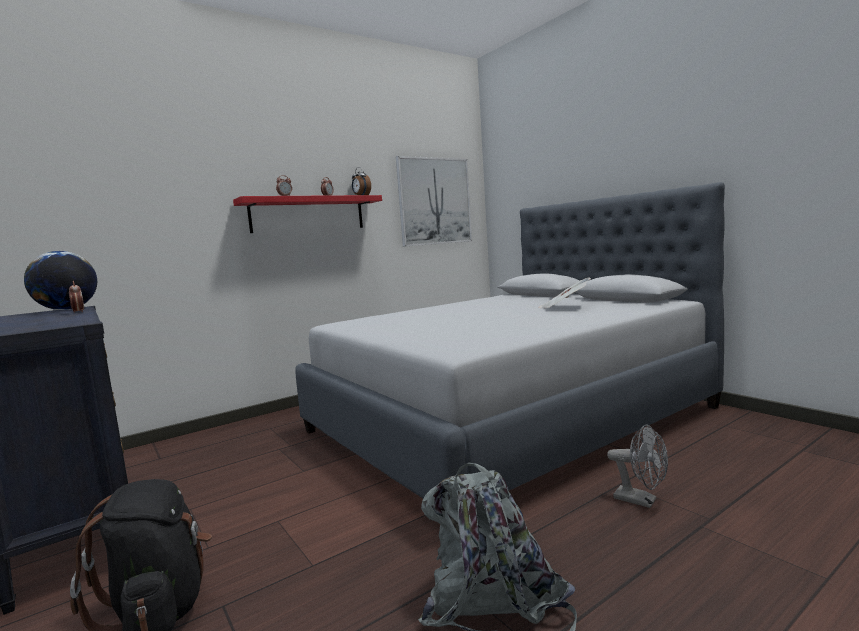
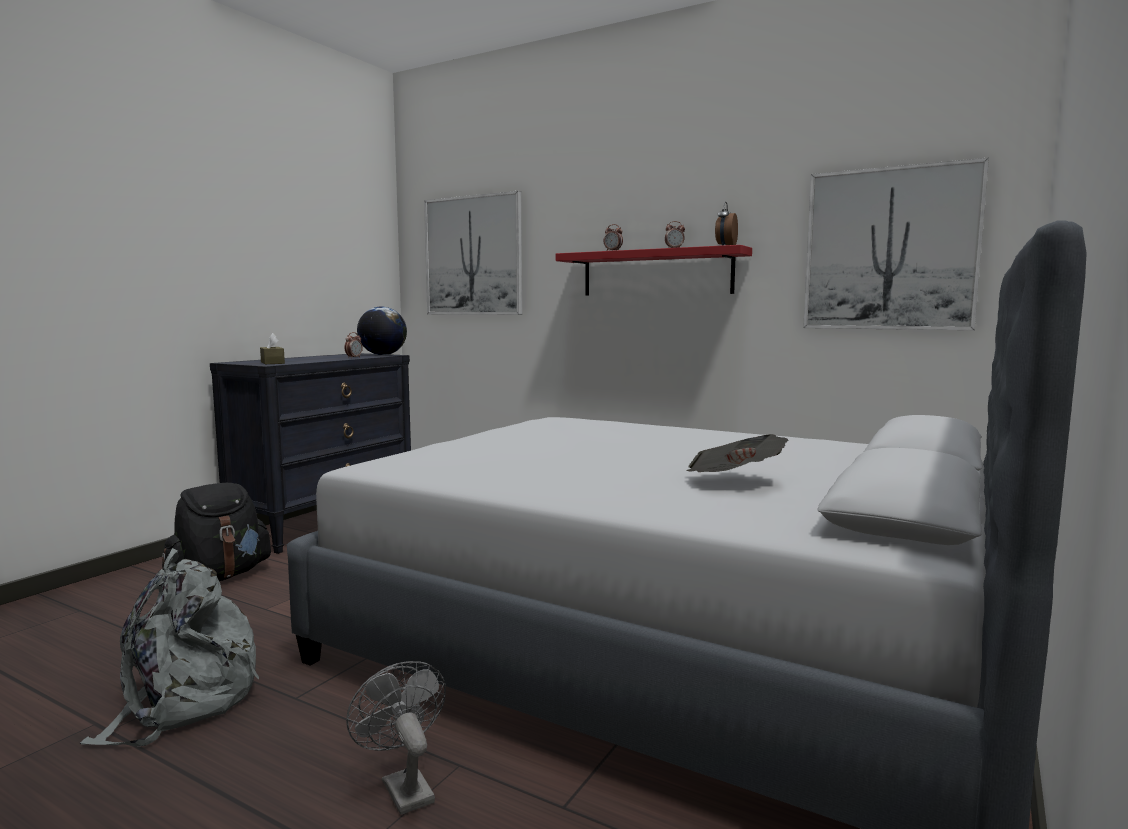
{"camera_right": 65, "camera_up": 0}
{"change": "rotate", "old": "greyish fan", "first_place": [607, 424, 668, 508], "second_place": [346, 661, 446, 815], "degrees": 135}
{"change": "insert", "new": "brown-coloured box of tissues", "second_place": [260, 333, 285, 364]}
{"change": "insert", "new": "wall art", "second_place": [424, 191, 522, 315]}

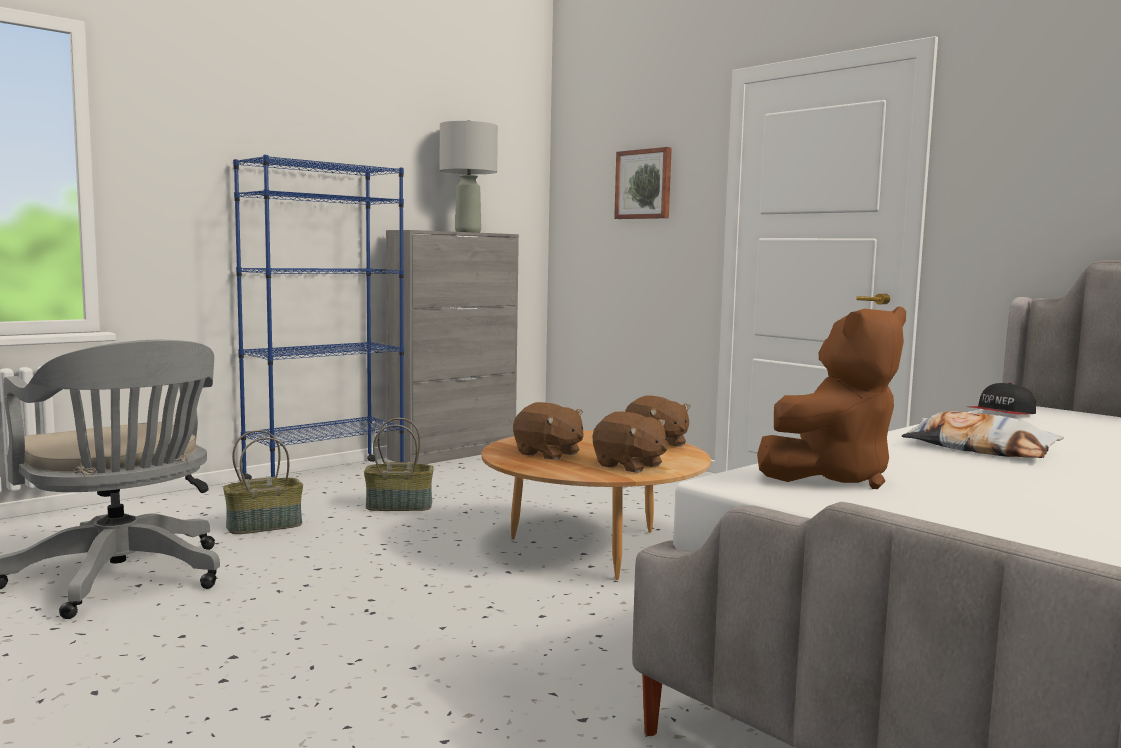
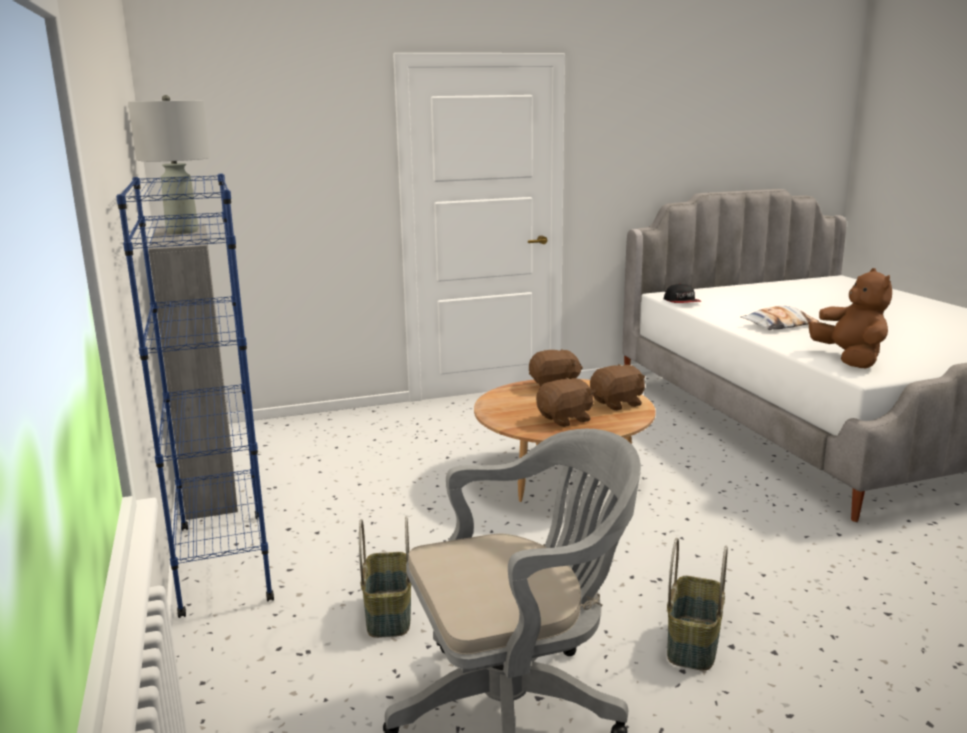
{"camera_right": -65, "camera_up": 10}
{"change": "move", "old": "household basket", "first_place": [364, 418, 434, 511], "second_place": [667, 538, 728, 671]}
{"change": "delete", "old": "wall art", "first_place": [614, 147, 672, 219]}

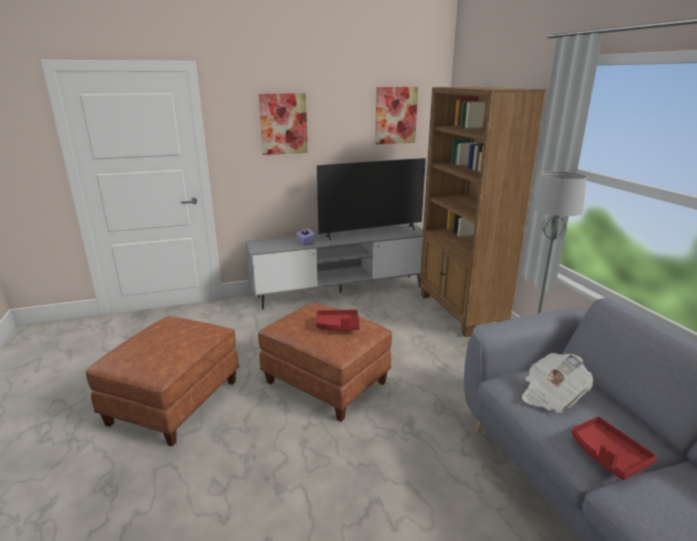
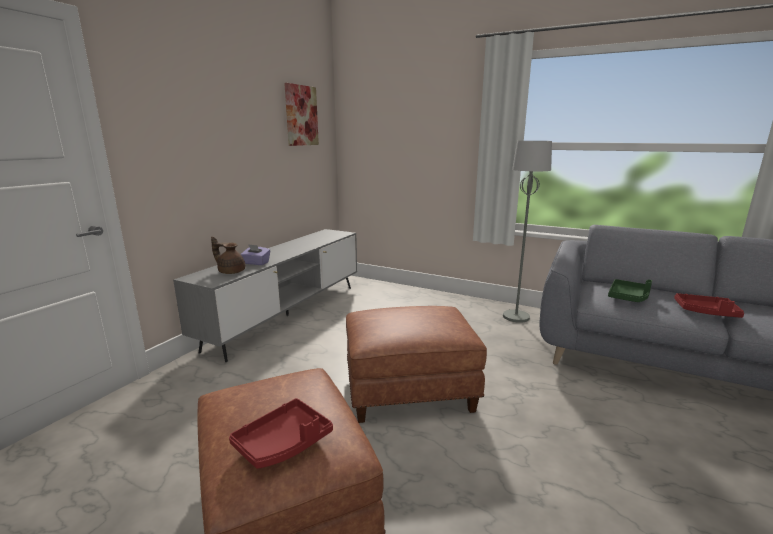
{"camera_right": -45, "camera_up": -5}
{"change": "delete", "old": "wall art", "first_place": [259, 93, 308, 155]}
{"change": "move", "old": "red serving tray", "first_place": [316, 310, 360, 331], "second_place": [229, 398, 333, 469]}
{"change": "delete", "old": "TV set", "first_place": [317, 158, 426, 241]}
{"change": "delete", "old": "brown-coloured bookcase", "first_place": [419, 87, 546, 337]}
{"change": "replace", "old": "printed paper", "new": "greenish serving tray", "first_place": [522, 353, 593, 413], "second_place": [608, 279, 652, 302]}
{"change": "insert", "new": "brown-coloured tea pot", "second_place": [211, 236, 245, 274]}

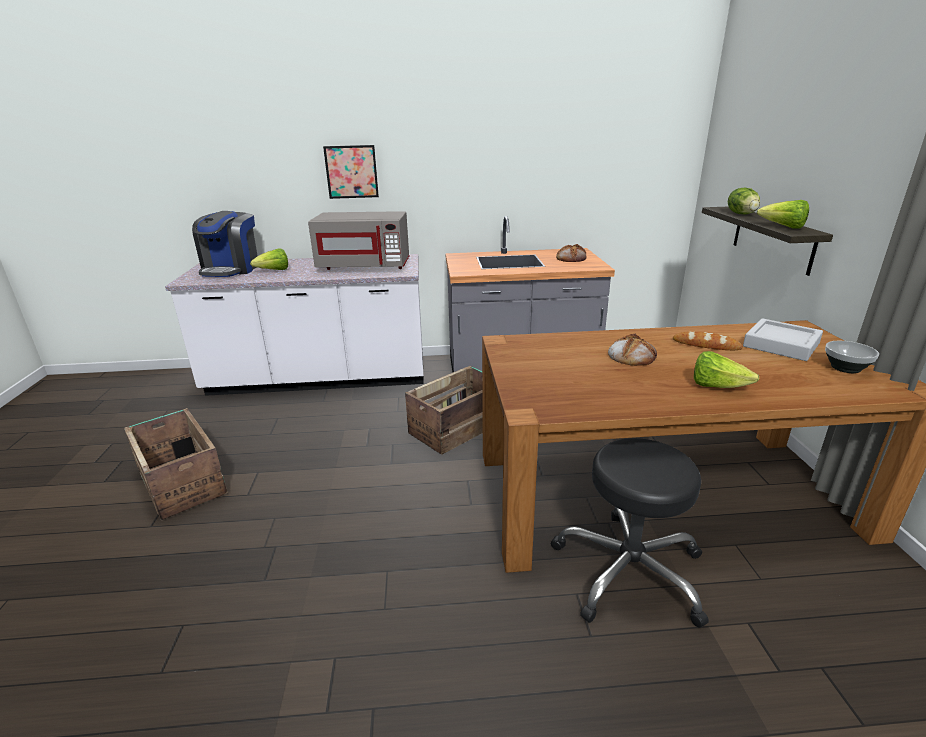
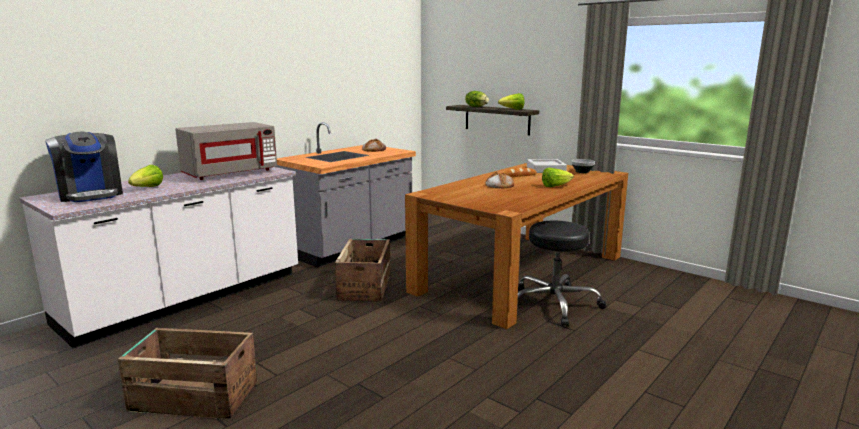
{"camera_right": -45, "camera_up": -10}
{"change": "delete", "old": "wall art", "first_place": [323, 145, 379, 199]}

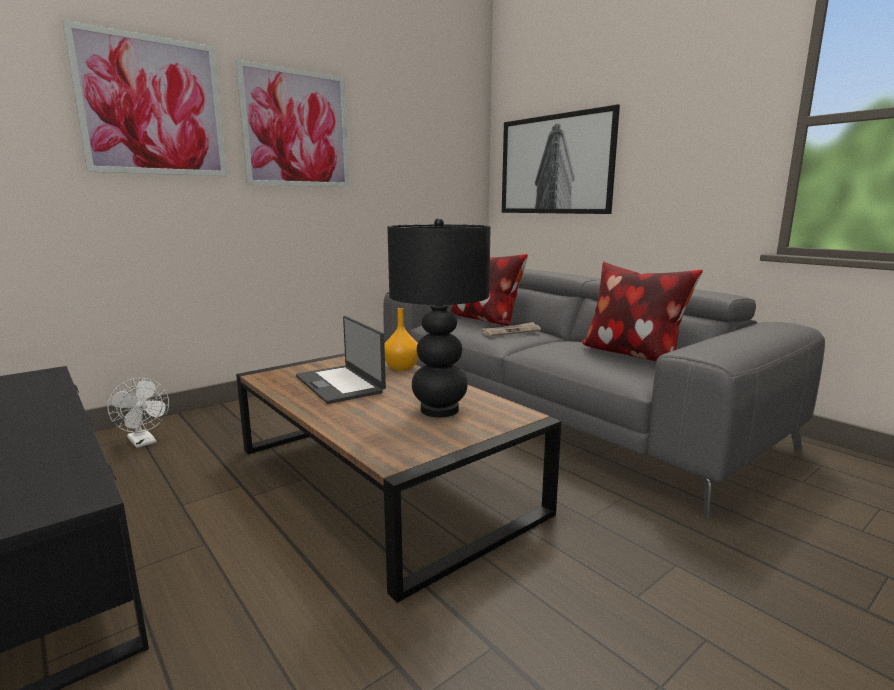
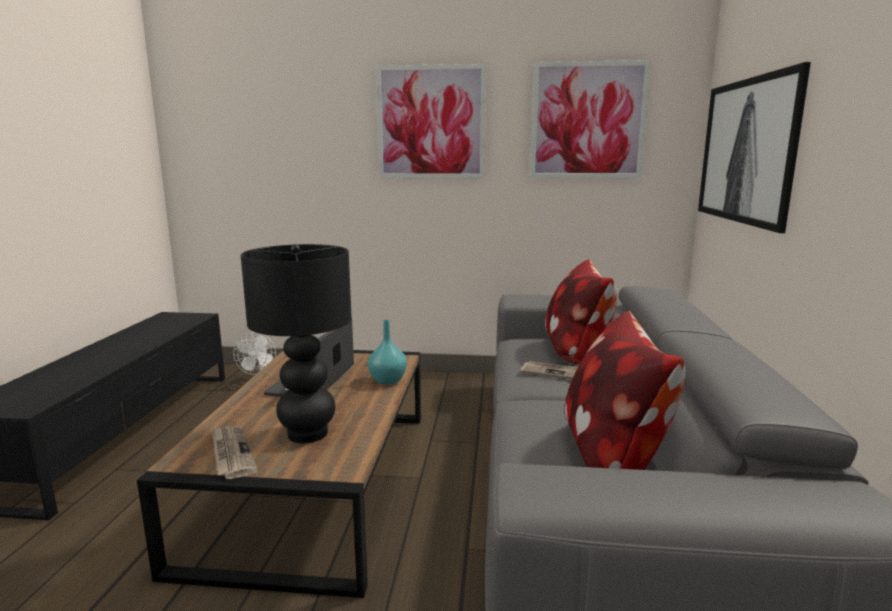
{"camera_right": 45, "camera_up": 0}
{"change": "move", "old": "wall art", "first_place": [63, 20, 227, 176], "second_place": [530, 60, 651, 178]}
{"change": "recolor", "old": "orange-coloured decorative vase", "new": "turquoise-coloured decorative vase", "first_place": [384, 308, 419, 371], "second_place": [368, 320, 407, 385]}
{"change": "insert", "new": "printed paper", "second_place": [211, 426, 258, 479]}

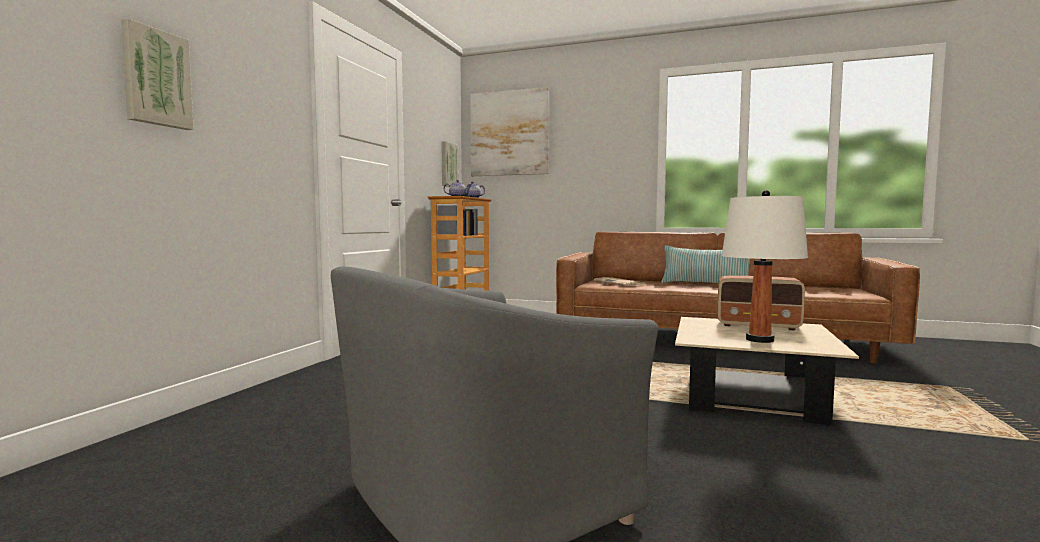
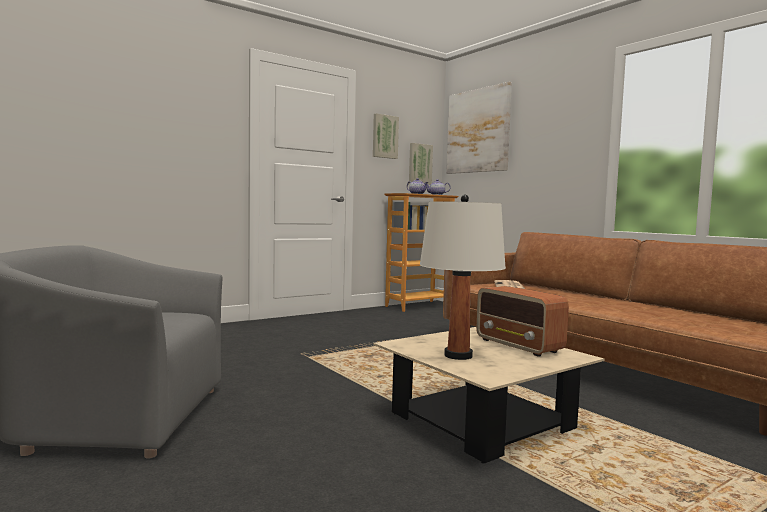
{"camera_right": 35, "camera_up": 0}
{"change": "move", "old": "wall art", "first_place": [121, 18, 194, 130], "second_place": [373, 113, 399, 159]}
{"change": "delete", "old": "pillow", "first_place": [661, 245, 750, 283]}

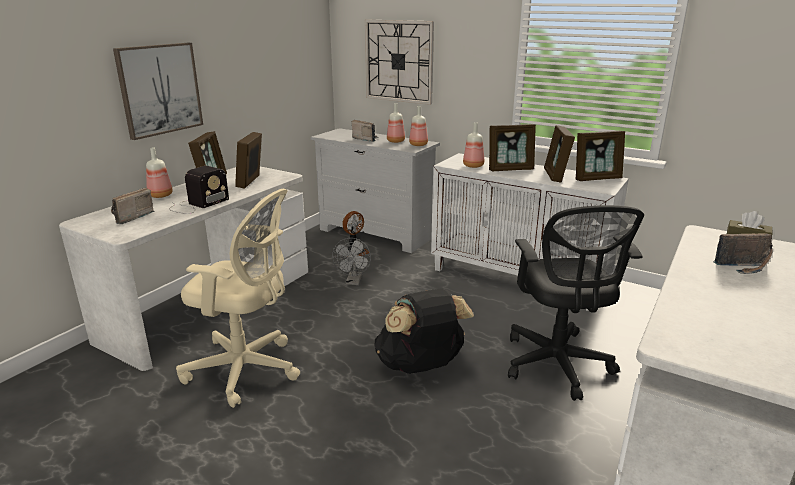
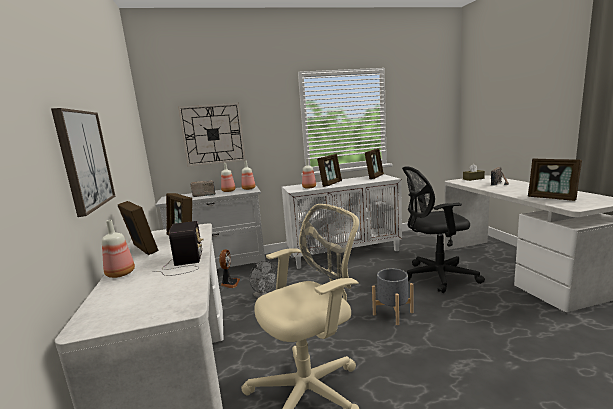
{"camera_right": -45, "camera_up": -10}
{"change": "delete", "old": "radio receiver", "first_place": [111, 188, 155, 224]}
{"change": "replace", "old": "blackish rucksack", "new": "greyish flower pot", "first_place": [375, 288, 474, 374], "second_place": [372, 268, 413, 325]}
{"change": "rotate", "old": "blackish office chair", "first_place": [508, 205, 644, 401], "second_place": [402, 166, 485, 293], "degrees": 135}
{"change": "move", "old": "photo frame", "first_place": [544, 125, 575, 182], "second_place": [528, 159, 582, 201]}

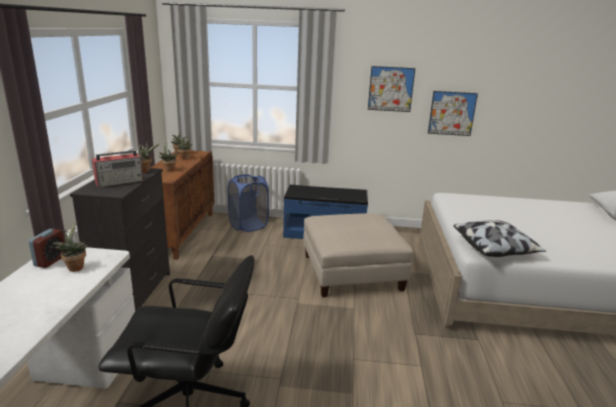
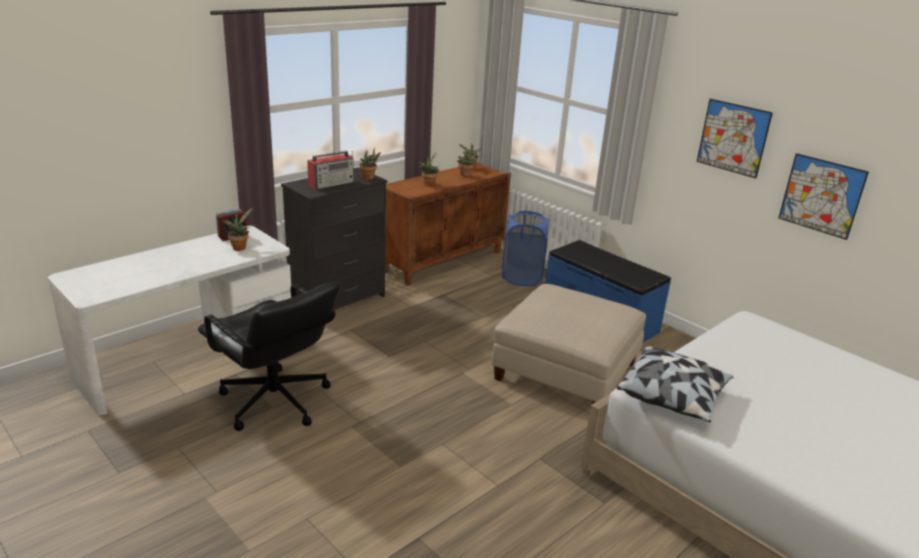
{"camera_right": 40, "camera_up": 5}
{"change": "rotate", "old": "radio receiver", "first_place": [92, 150, 144, 188], "second_place": [307, 151, 354, 189], "degrees": -45}

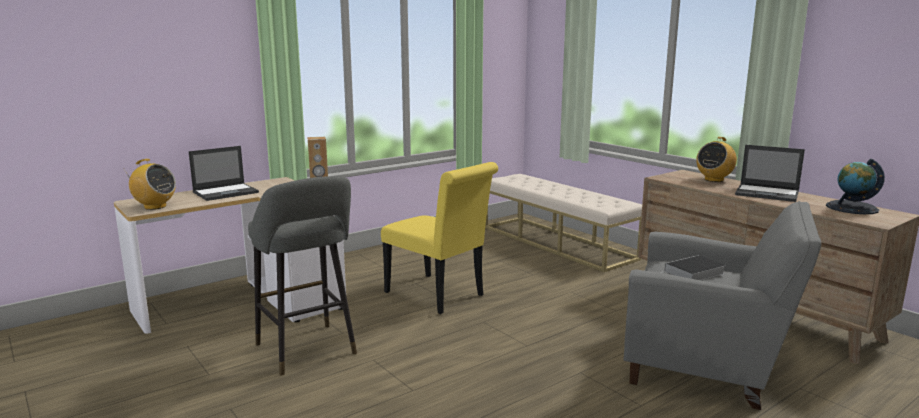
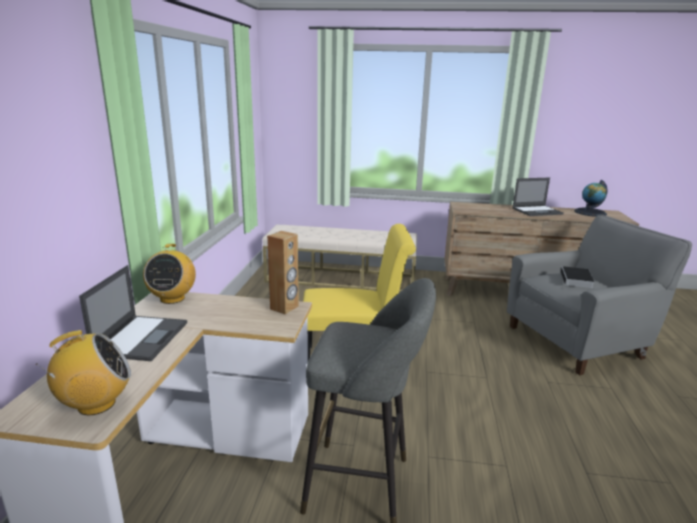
{"camera_right": -45, "camera_up": 5}
{"change": "move", "old": "radio receiver", "first_place": [696, 137, 737, 182], "second_place": [143, 244, 196, 304]}

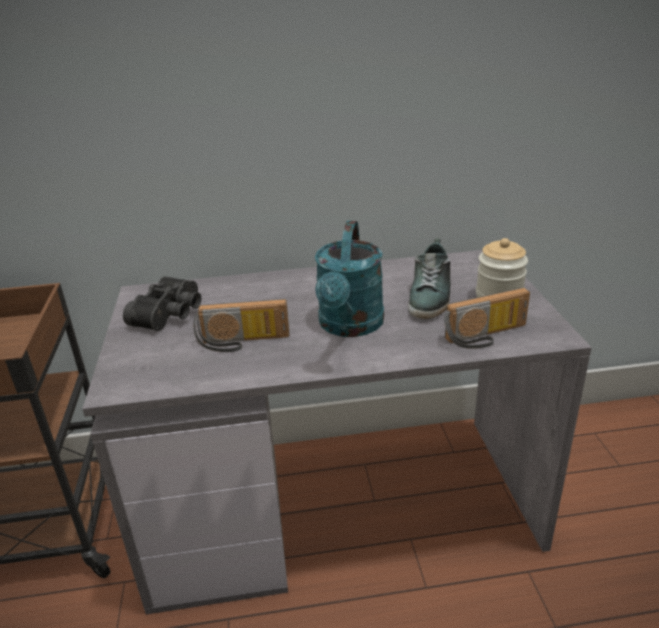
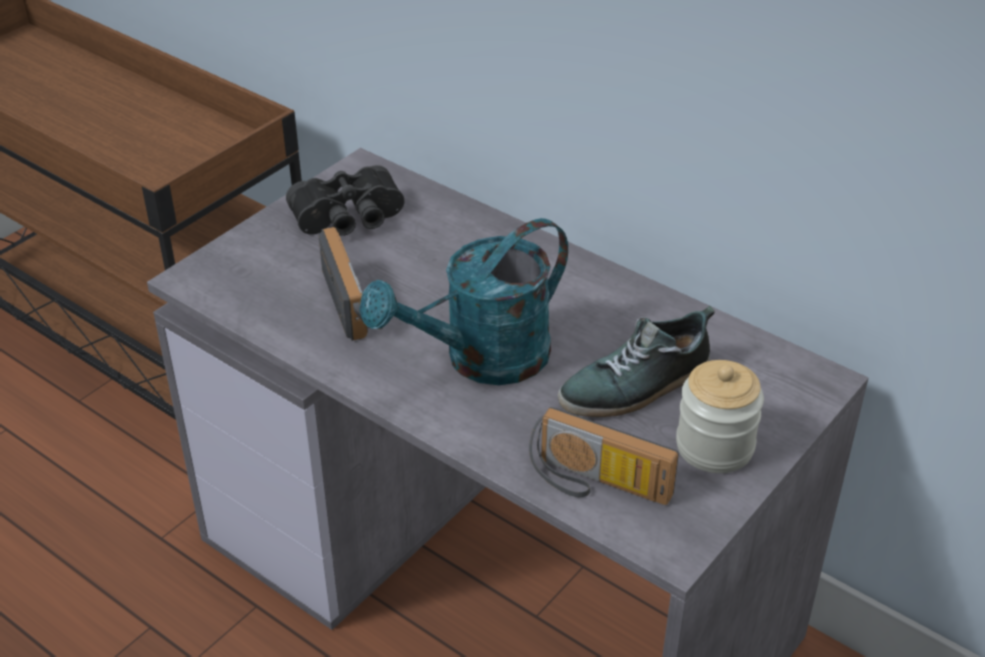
{"camera_right": 45, "camera_up": 10}
{"change": "rotate", "old": "radio receiver", "first_place": [193, 299, 289, 352], "second_place": [318, 227, 382, 341], "degrees": -150}

